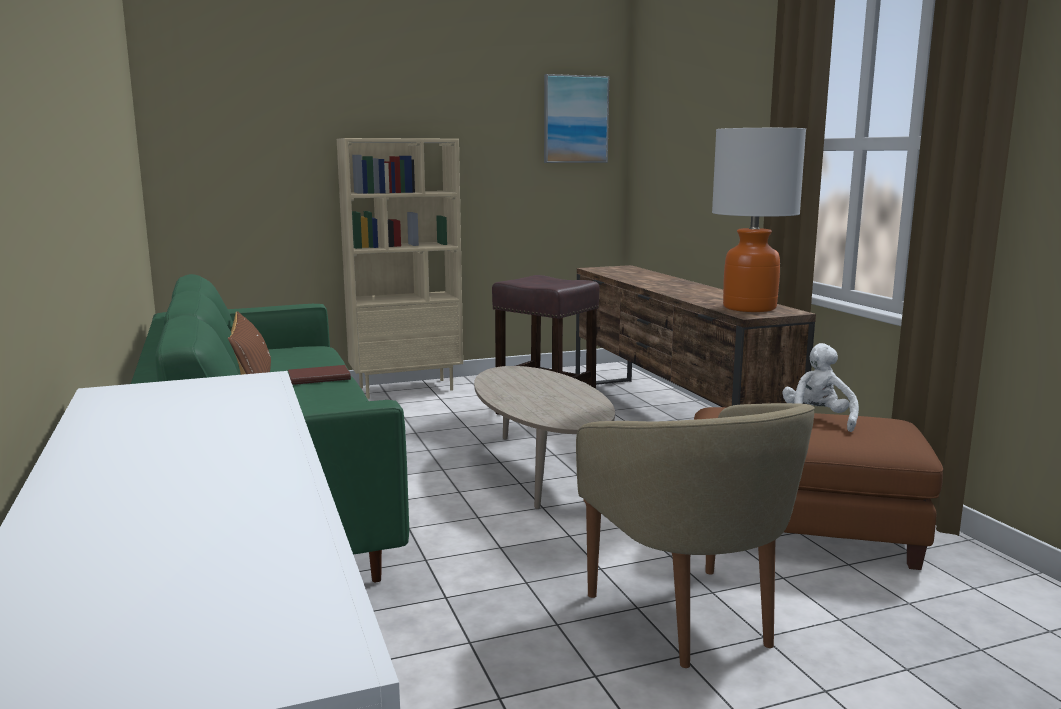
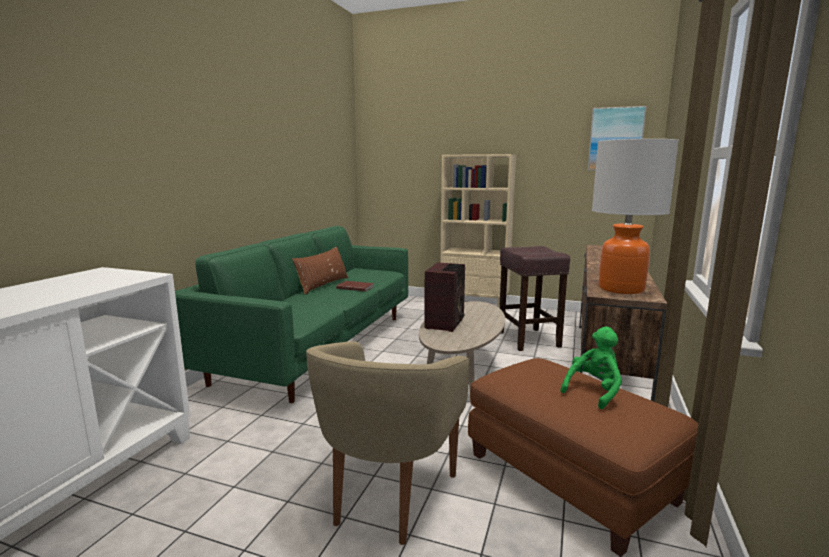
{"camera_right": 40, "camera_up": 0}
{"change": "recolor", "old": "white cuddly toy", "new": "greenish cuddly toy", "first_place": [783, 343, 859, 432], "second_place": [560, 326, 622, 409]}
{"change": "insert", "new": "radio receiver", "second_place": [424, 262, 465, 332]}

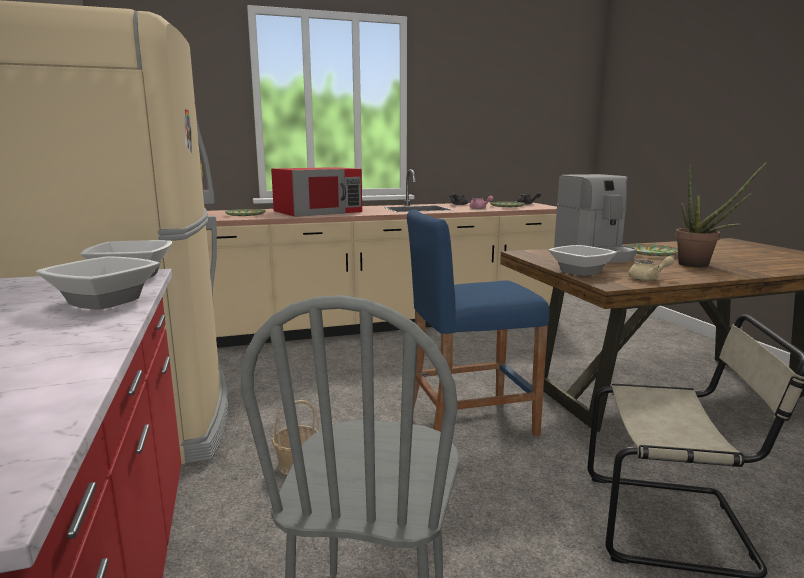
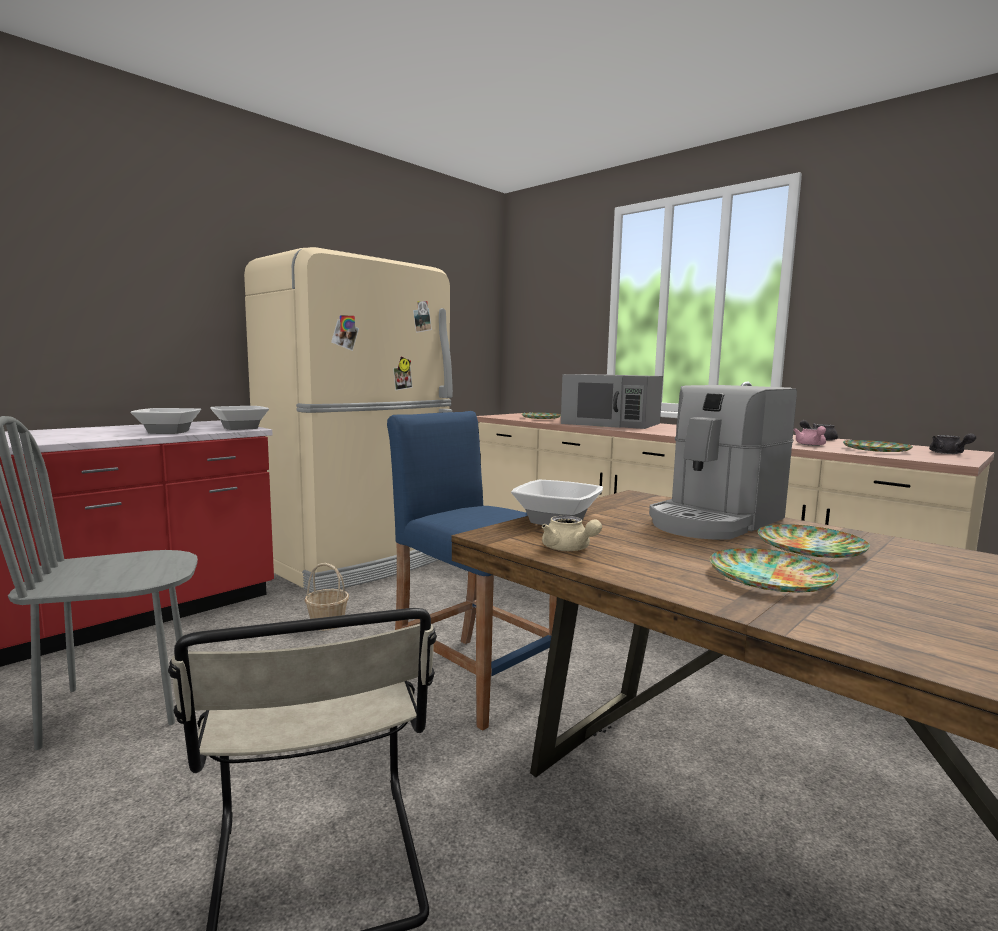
{"camera_right": 60, "camera_up": -5}
{"change": "recolor", "old": "red microwave oven", "new": "greyish microwave oven", "first_place": [271, 167, 362, 217], "second_place": [561, 374, 663, 429]}
{"change": "replace", "old": "houseplant", "new": "flat dish", "first_place": [675, 162, 767, 267], "second_place": [710, 548, 839, 593]}

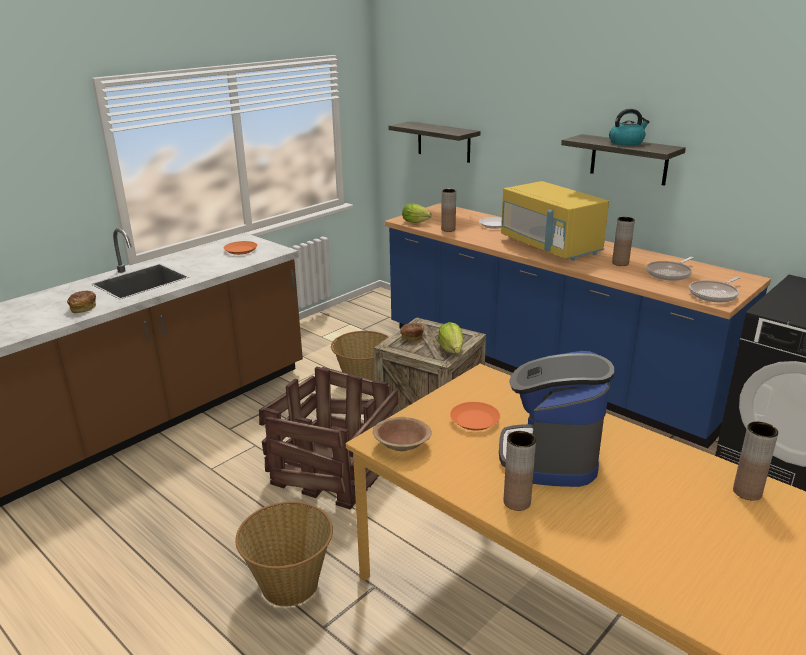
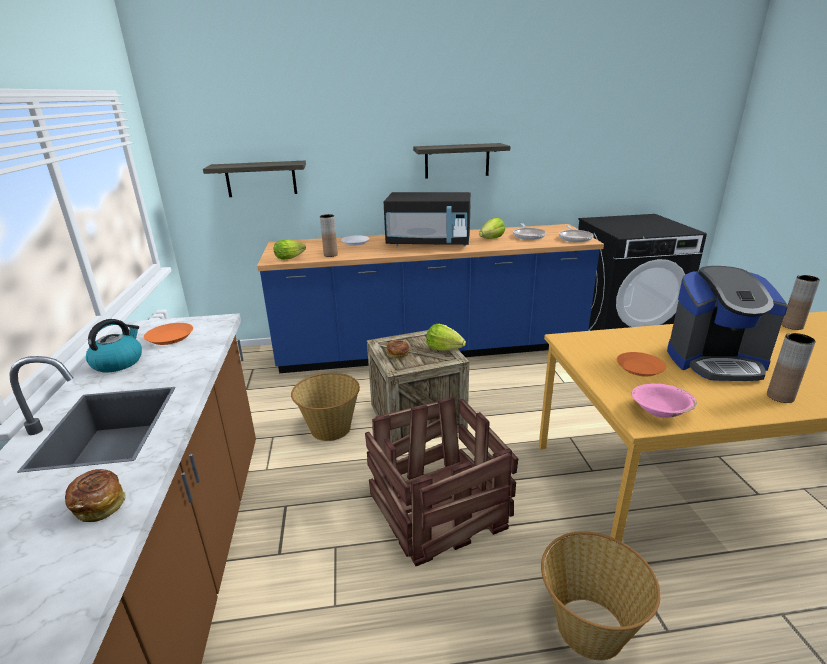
{"camera_right": -50, "camera_up": 0}
{"change": "recolor", "old": "brown-coloured deep dish", "new": "pinkish deep dish", "first_place": [373, 417, 432, 451], "second_place": [631, 383, 697, 418]}
{"change": "rotate", "old": "coffee brewer", "first_place": [499, 351, 615, 487], "second_place": [667, 266, 788, 381], "degrees": -45}
{"change": "recolor", "old": "yellow-coloured microwave oven", "new": "blackish microwave oven", "first_place": [501, 181, 609, 261], "second_place": [383, 192, 471, 247]}
{"change": "move", "old": "kettle", "first_place": [609, 109, 649, 146], "second_place": [86, 319, 142, 372]}
{"change": "replace", "old": "brown-coloured decorative vase", "new": "lettuce", "first_place": [612, 217, 635, 266], "second_place": [479, 217, 505, 239]}

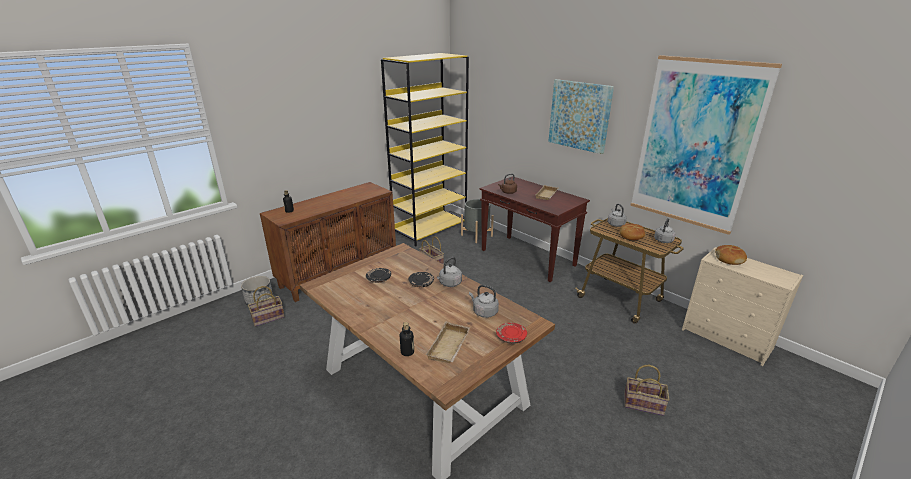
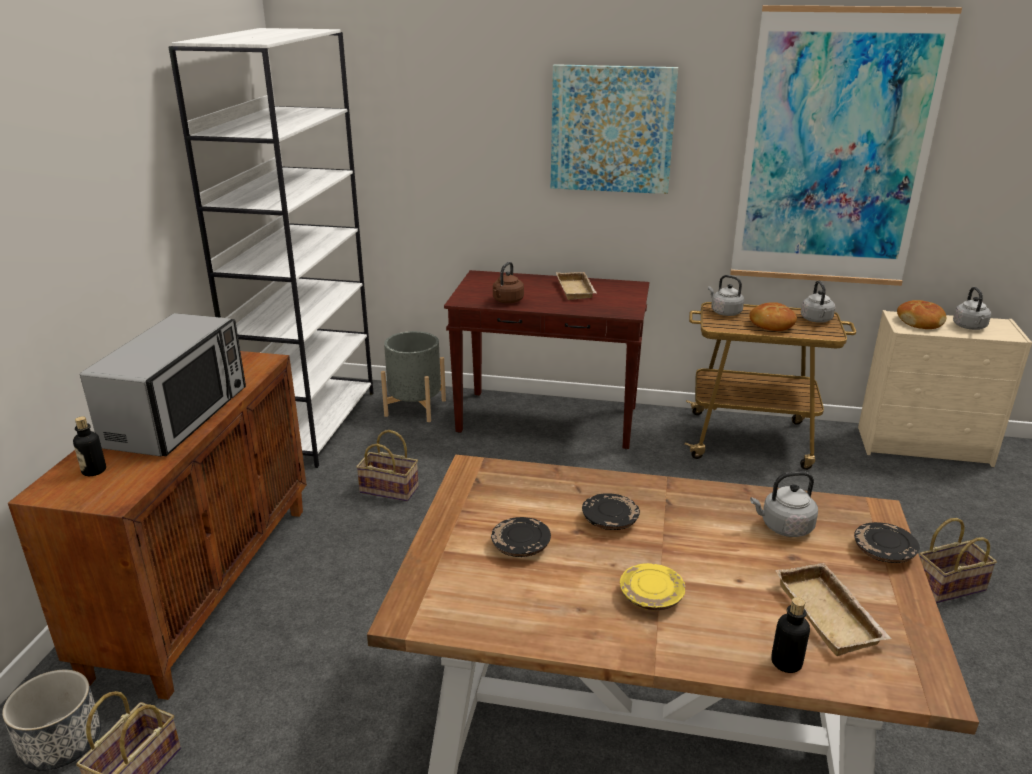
{"camera_right": -35, "camera_up": 0}
{"change": "recolor", "old": "yellow-coloured bookcase", "new": "white bookcase", "first_place": [381, 53, 469, 247], "second_place": [169, 28, 373, 468]}
{"change": "move", "old": "greyish kettle", "first_place": [437, 257, 462, 287], "second_place": [953, 287, 991, 330]}
{"change": "recolor", "old": "red flat dish", "new": "blackish flat dish", "first_place": [496, 323, 527, 344], "second_place": [854, 522, 920, 563]}
{"change": "insert", "new": "microwave oven", "second_place": [80, 313, 246, 456]}
{"change": "insert", "new": "yellow-coloured flat dish", "second_place": [620, 563, 685, 611]}

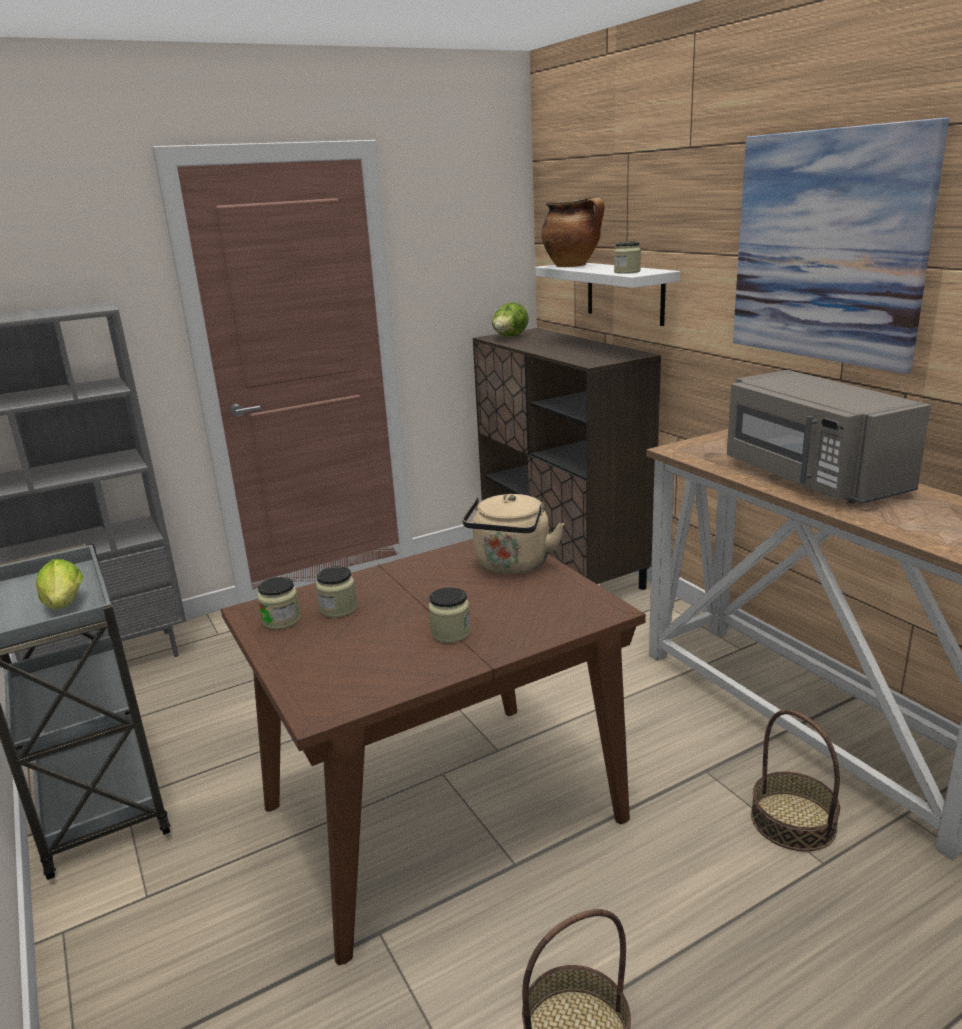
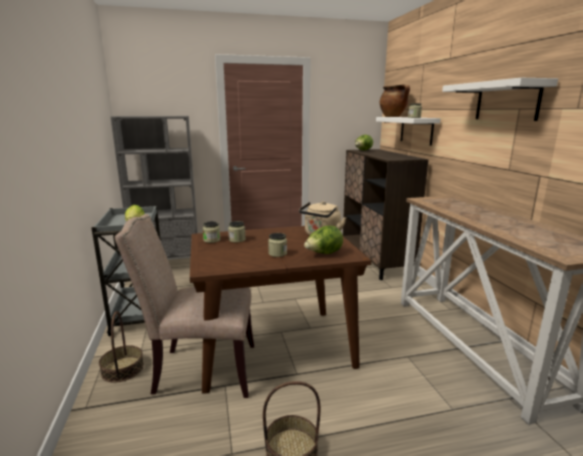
{"camera_right": 15, "camera_up": -5}
{"change": "delete", "old": "greyish microwave oven", "first_place": [727, 370, 931, 504]}
{"change": "replace", "old": "wall art", "new": "white shelf", "first_place": [733, 118, 949, 374], "second_place": [442, 78, 558, 121]}
{"change": "move", "old": "household basket", "first_place": [751, 710, 840, 851], "second_place": [99, 311, 144, 383]}
{"change": "insert", "new": "sand-coloured plain chair", "second_place": [115, 214, 254, 398]}
{"change": "insert", "new": "lettuce", "second_place": [304, 226, 343, 254]}

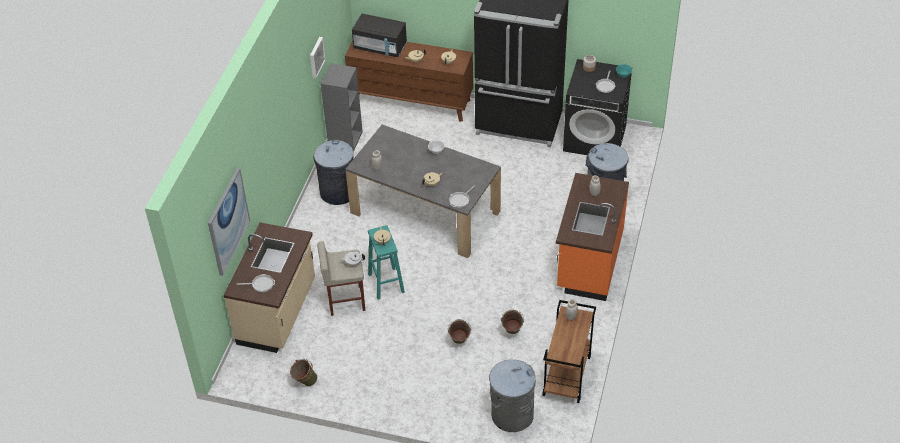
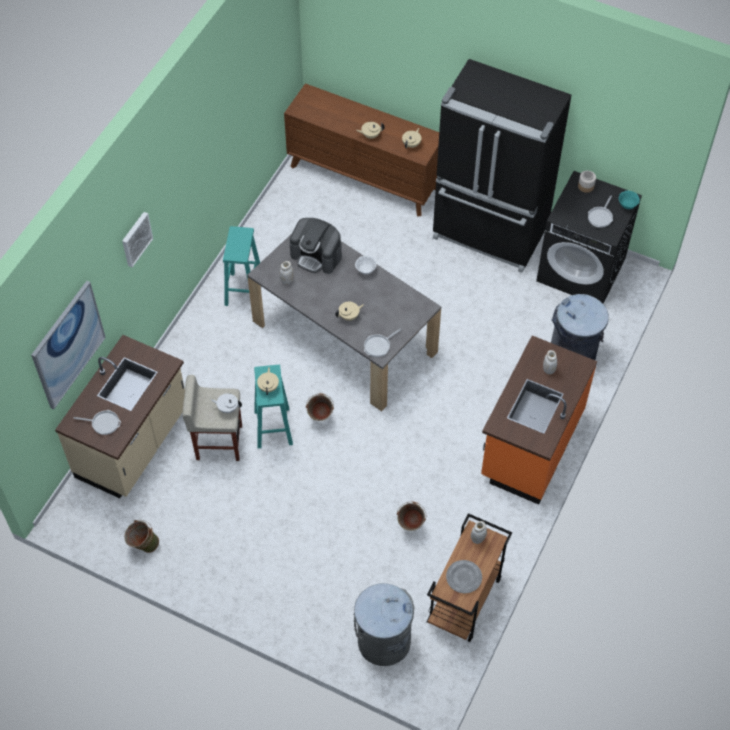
{"camera_right": 10, "camera_up": 10}
{"change": "move", "old": "wall art", "first_place": [310, 37, 326, 78], "second_place": [122, 212, 153, 267]}
{"change": "replace", "old": "greyish waste bin", "new": "turquoise-coloured sitting stool", "first_place": [314, 140, 354, 205], "second_place": [223, 226, 260, 306]}
{"change": "delete", "old": "greyish bookcase", "first_place": [321, 63, 363, 152]}
{"change": "delete", "old": "blackish microwave oven", "first_place": [352, 14, 407, 57]}
{"change": "move", "old": "greenish bucket", "first_place": [448, 319, 471, 344], "second_place": [306, 393, 334, 421]}
{"change": "insert", "new": "coffee brewer", "second_place": [289, 218, 342, 274]}
{"change": "insert", "new": "greyish flat dish", "second_place": [446, 560, 482, 593]}

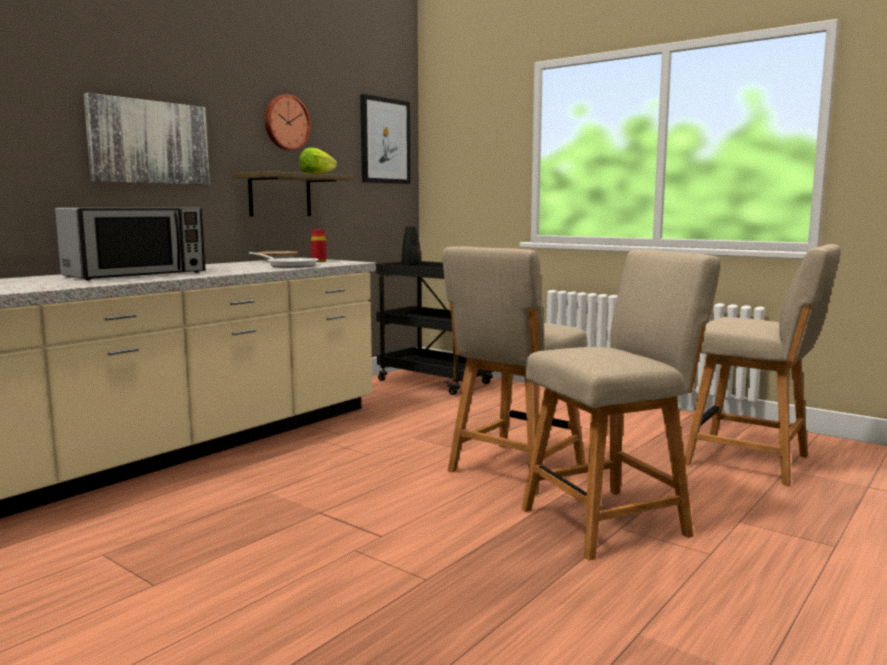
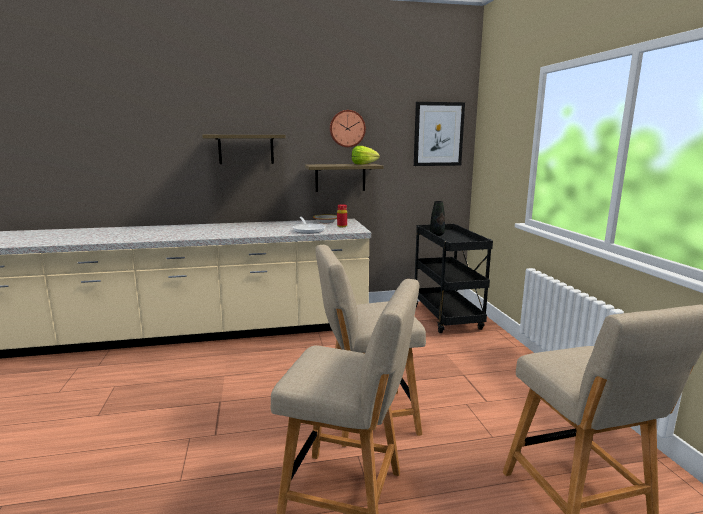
{"camera_right": 40, "camera_up": 5}
{"change": "delete", "old": "microwave oven", "first_place": [55, 208, 205, 280]}
{"change": "replace", "old": "wall art", "new": "shelf", "first_place": [84, 93, 210, 185], "second_place": [202, 135, 286, 164]}

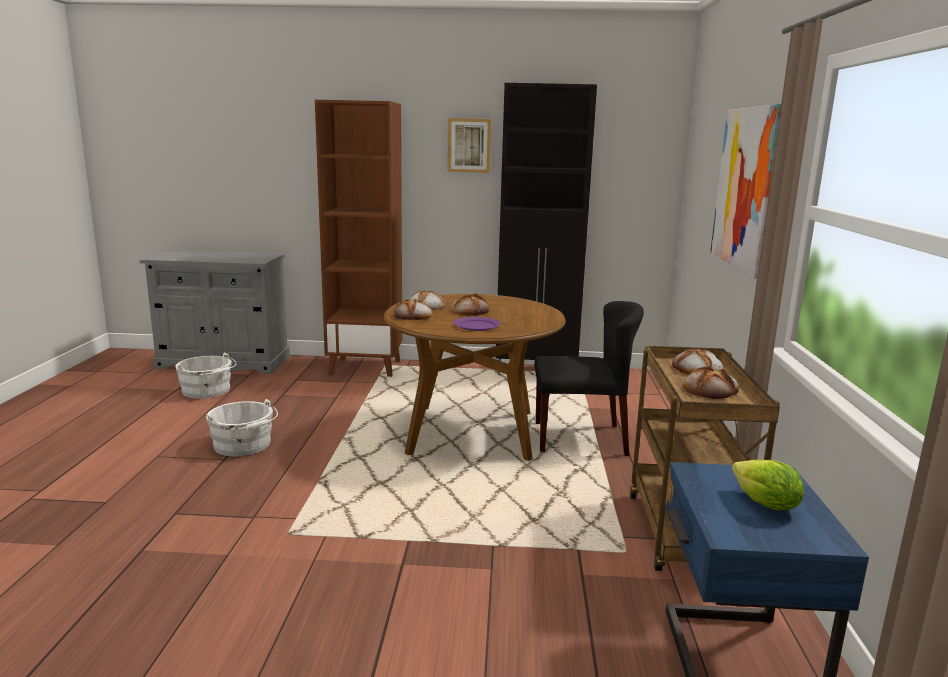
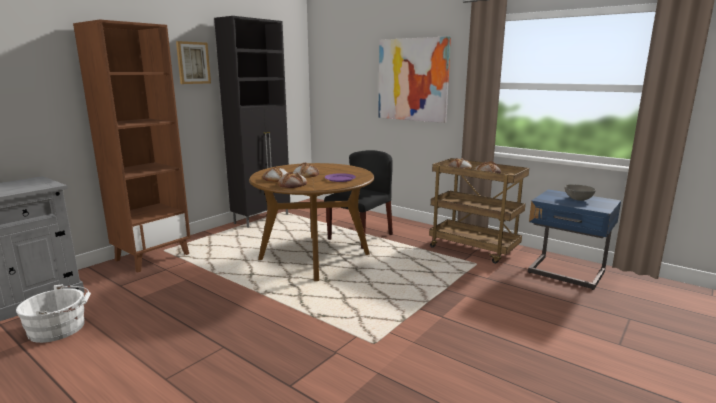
{"camera_right": -55, "camera_up": 0}
{"change": "delete", "old": "white bucket", "first_place": [206, 399, 278, 456]}
{"change": "replace", "old": "lettuce", "new": "greyish deep dish", "first_place": [732, 460, 804, 511], "second_place": [564, 184, 596, 201]}

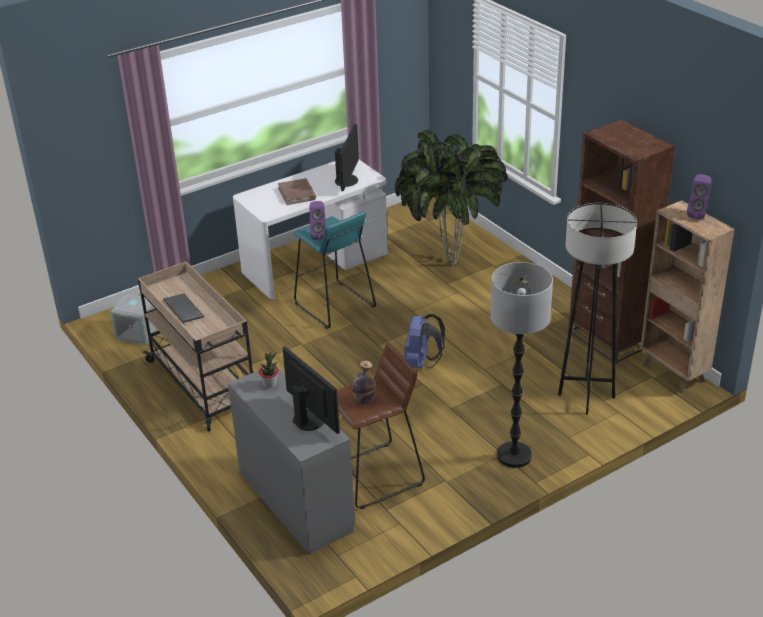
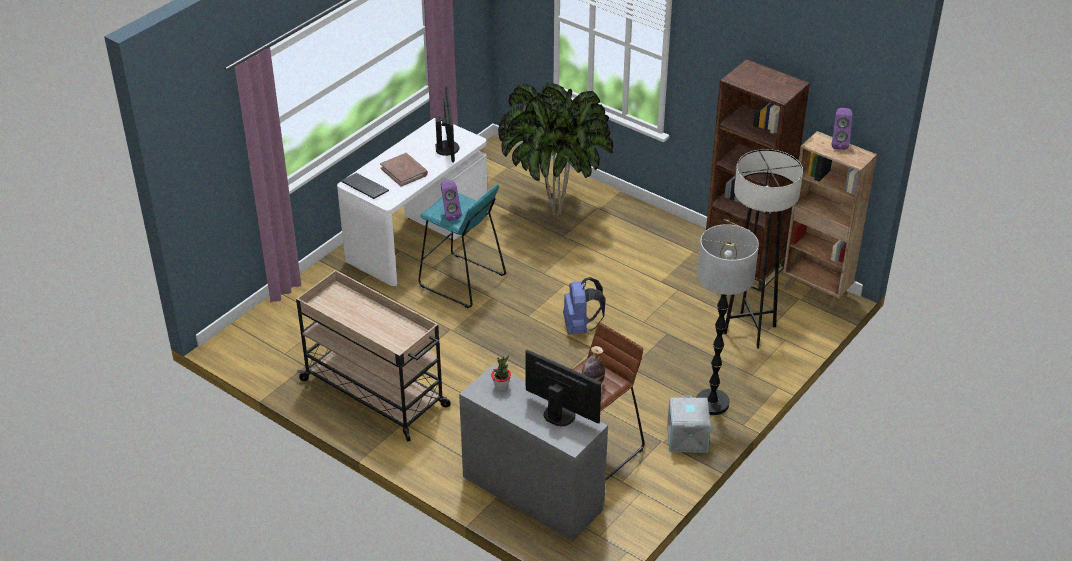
{"camera_right": -20, "camera_up": 5}
{"change": "move", "old": "greyish storage container", "first_place": [110, 294, 157, 345], "second_place": [667, 395, 711, 452]}
{"change": "move", "old": "computer keyboard", "first_place": [163, 293, 204, 323], "second_place": [341, 173, 389, 199]}

